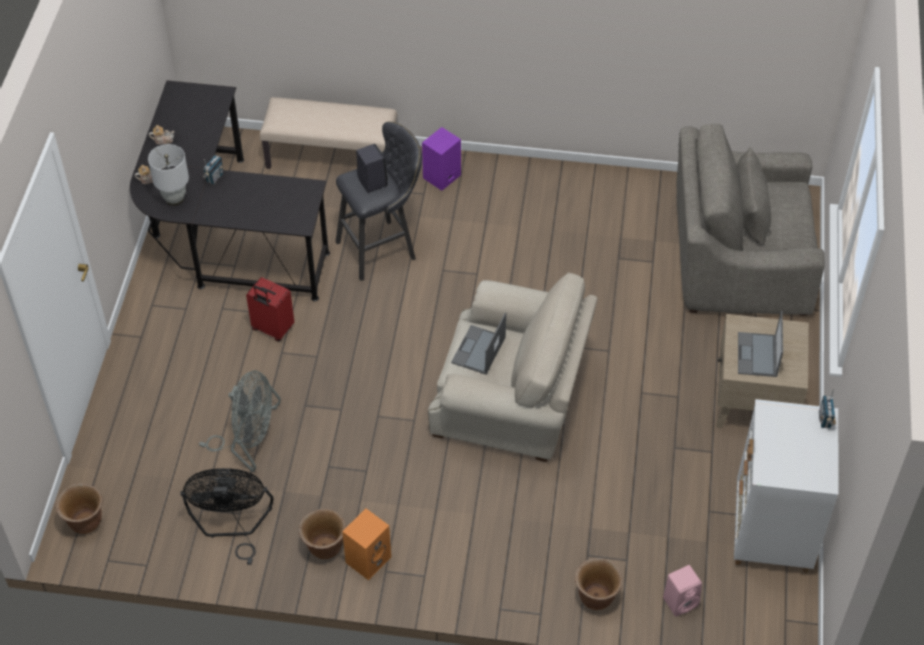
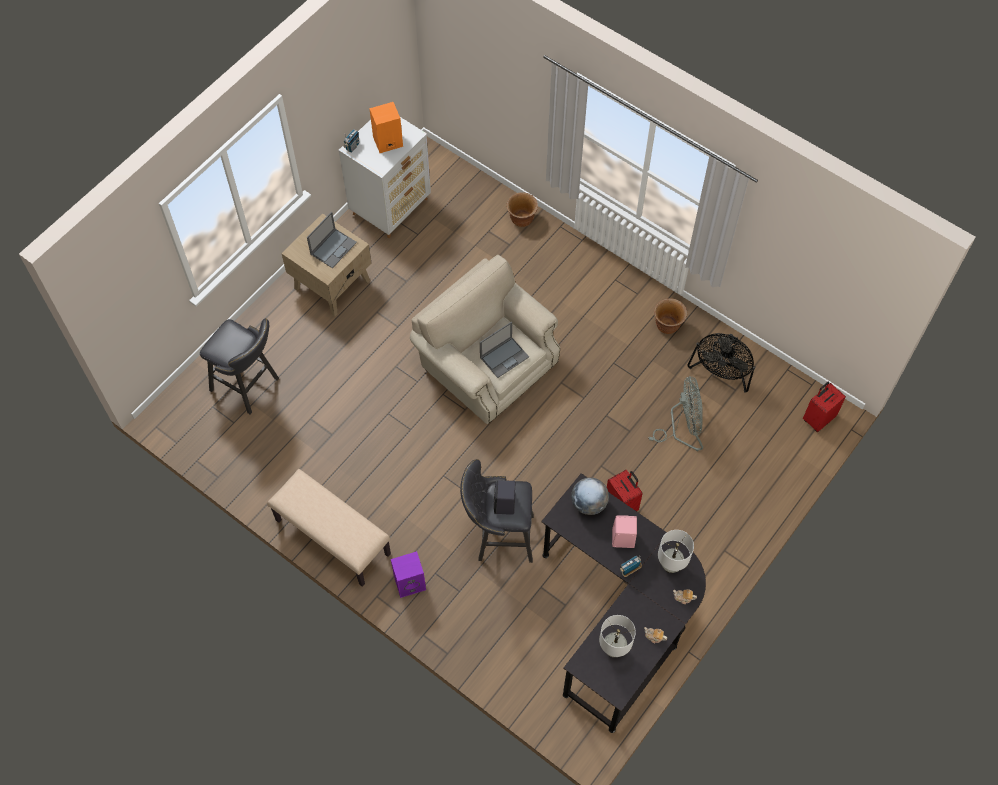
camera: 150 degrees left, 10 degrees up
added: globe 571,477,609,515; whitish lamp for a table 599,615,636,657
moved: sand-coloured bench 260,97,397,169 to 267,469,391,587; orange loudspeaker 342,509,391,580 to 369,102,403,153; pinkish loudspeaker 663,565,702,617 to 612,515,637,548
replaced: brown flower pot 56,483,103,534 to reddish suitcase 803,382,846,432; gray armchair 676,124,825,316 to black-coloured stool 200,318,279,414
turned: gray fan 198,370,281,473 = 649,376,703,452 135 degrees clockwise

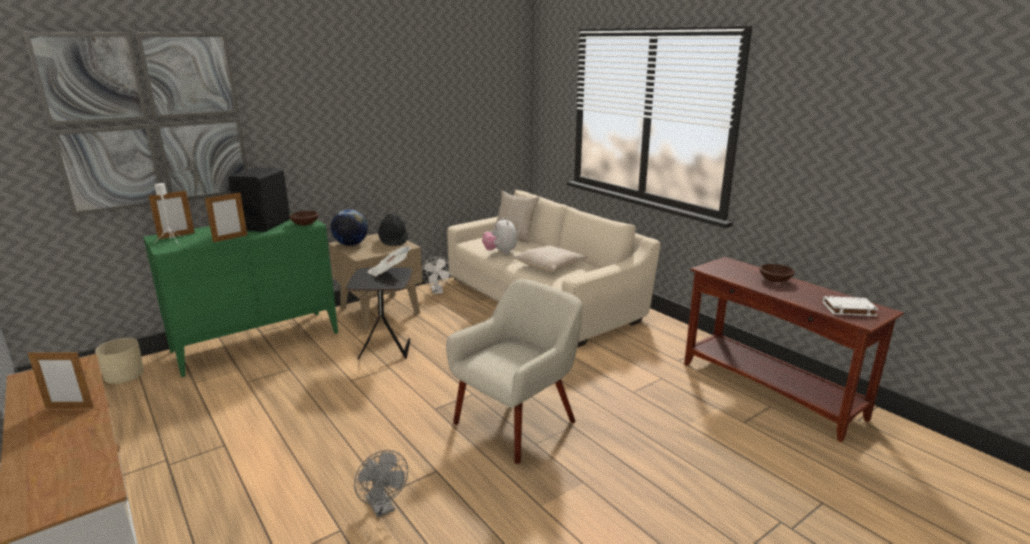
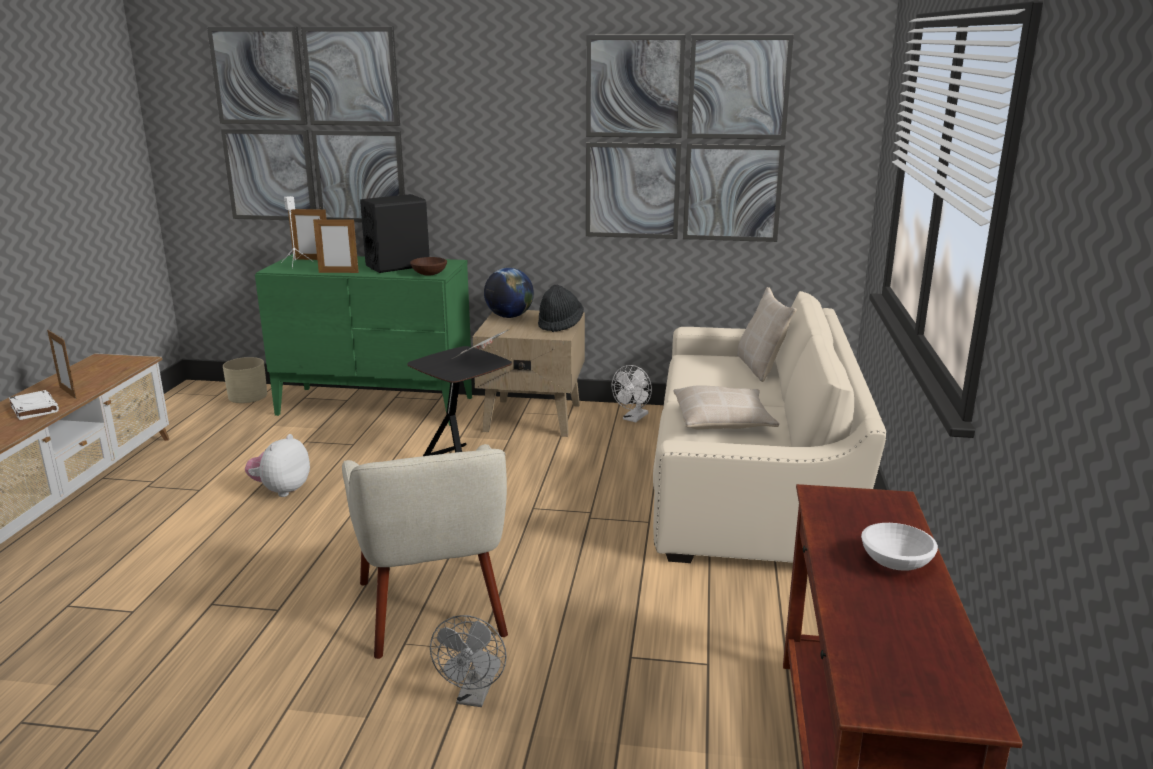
camera: 45 degrees right, 0 degrees up
added: wall picture 586,35,794,242
moved: gray fan 354,450,408,518 to 430,615,507,707; plush toy 482,217,517,254 to 245,434,310,497; whitish bound book 823,296,878,316 to 9,390,59,420
recoloured: brown serving bowl 759,264,795,282 to whitish serving bowl 861,523,938,571
turned: sand-coloured armchair 446,279,582,464 = 342,444,508,659 75 degrees clockwise

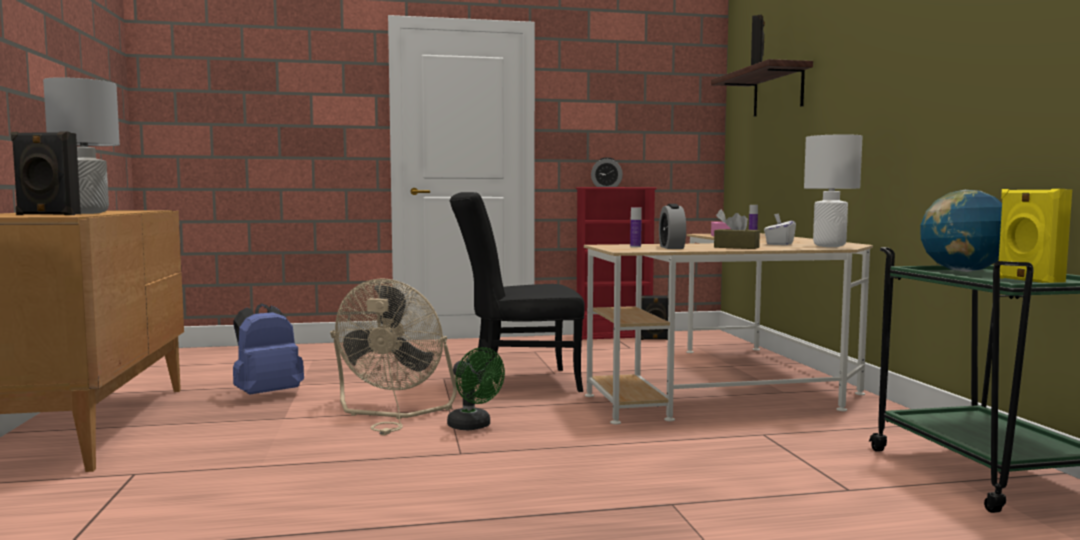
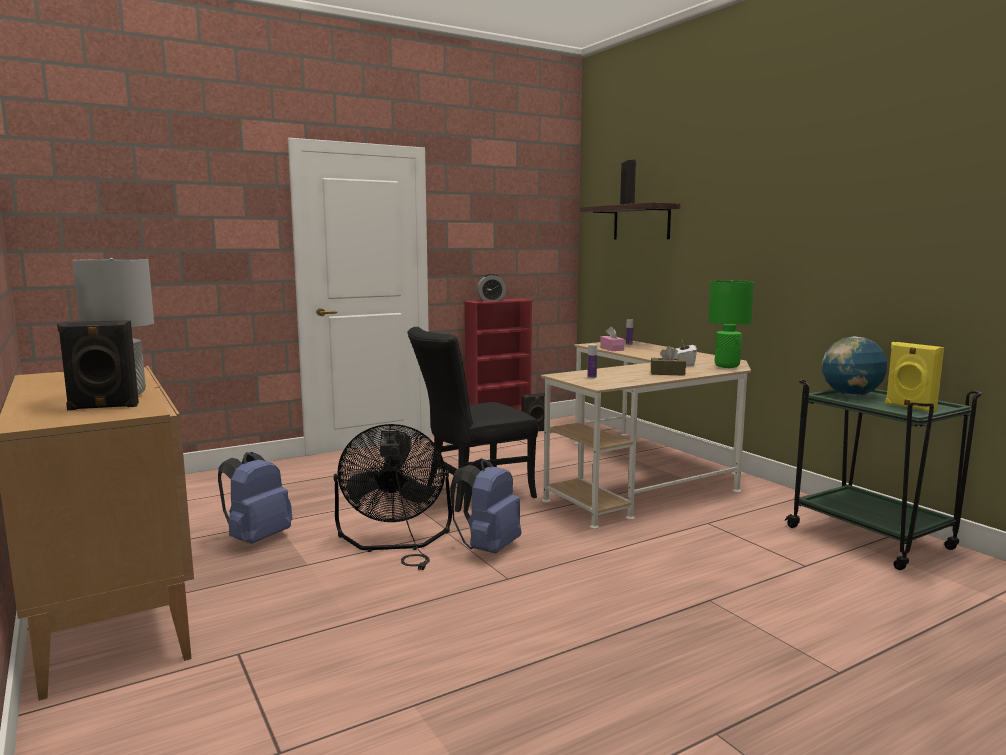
camera: 20 degrees left, 5 degrees up
removed: bedside clock 659,204,686,249
replaced: greenish fan 447,347,505,430 to blue knapsack 450,458,521,554
recoloured: sand-coloured fan 330,279,457,435 to black-coloured fan 334,424,452,570; whitish lamp for a table 804,134,863,247 to greenish lamp for a table 708,280,754,368

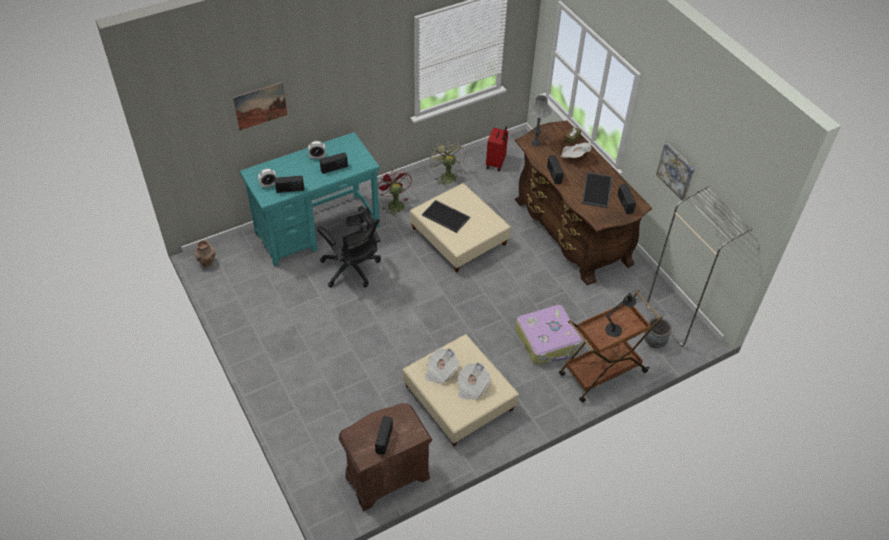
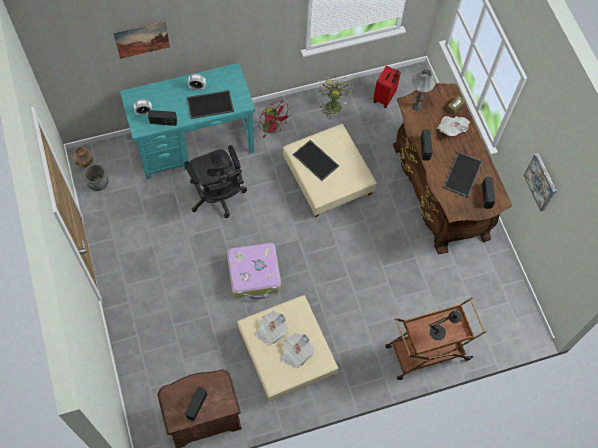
camera: 10 degrees right, 15 degrees up
removed: gray garment stand 646,186,752,347
moved: suitcase 515,305,582,365 to 227,243,281,299; gray flower pot 644,317,672,348 to 84,164,109,191
replaced: radio receiver 320,153,348,174 to carrying tray 187,90,234,119
turned: reddish fan 378,168,412,215 = 259,100,291,138 150 degrees clockwise

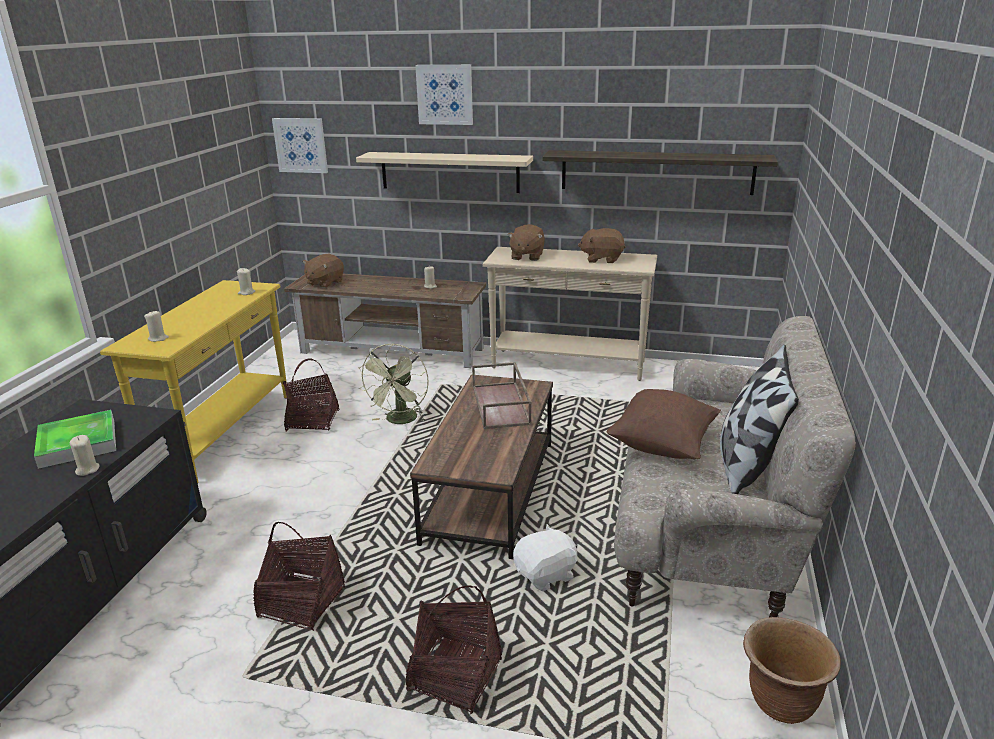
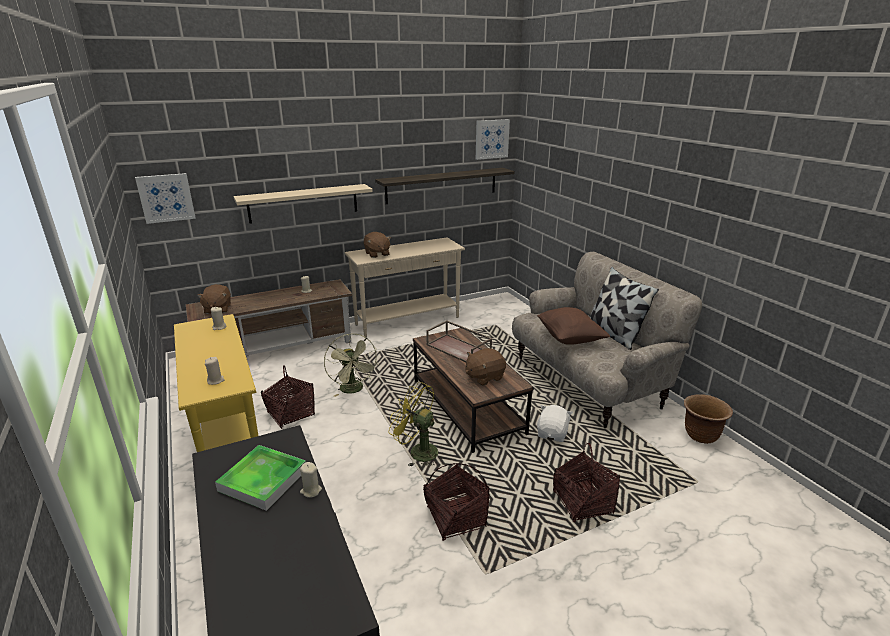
camera: 40 degrees left, 0 degrees up
added: yellow fan 389,382,439,468
moved: wall picture 415,65,473,125 to 476,119,510,160; brown plush toy 578,228,625,263 to 465,348,506,386

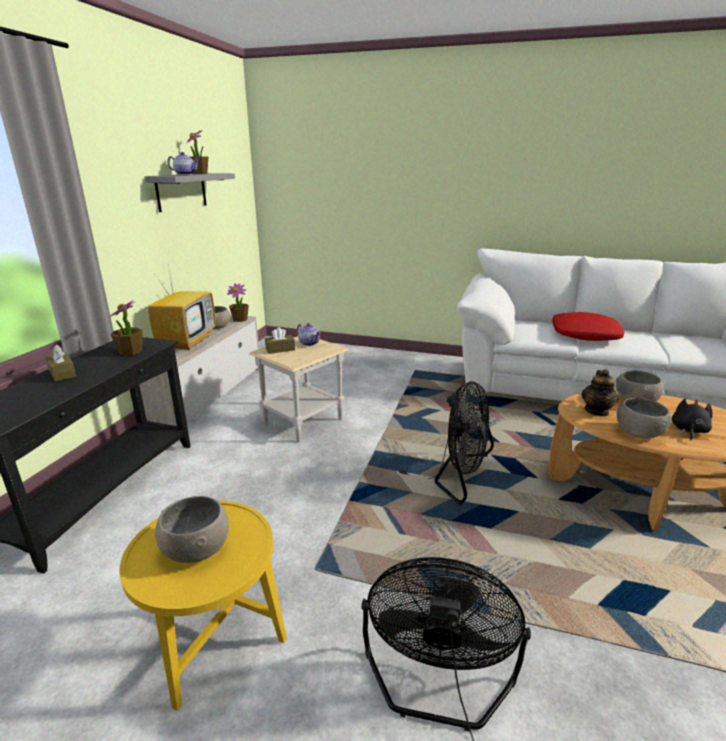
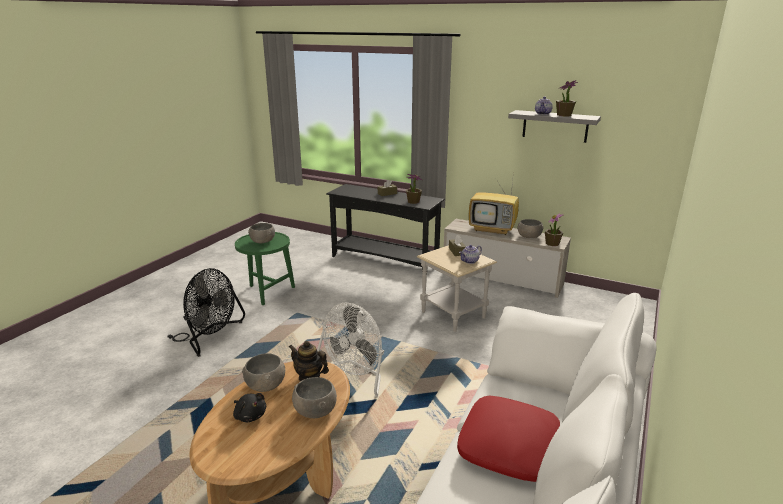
camera: 100 degrees right, 0 degrees up
recoloured: yellow side table 120,501,287,711 to greenish side table 235,232,295,305; black-coloured fan 398,381,494,506 to whitish fan 317,303,384,397

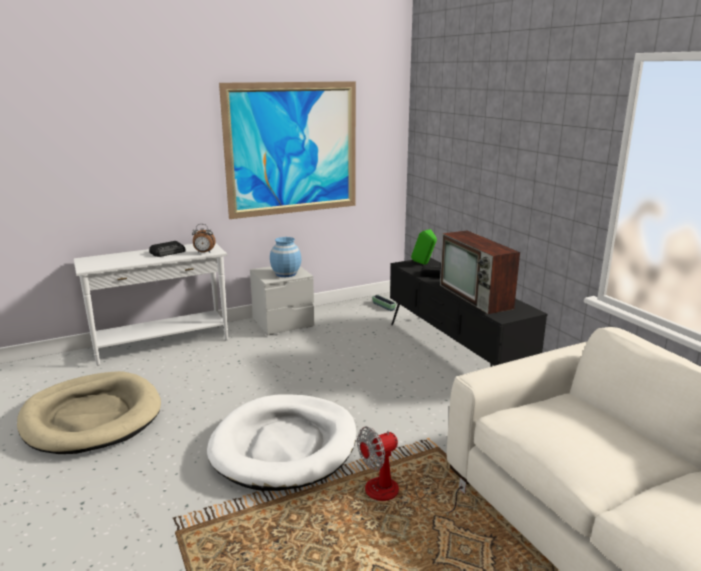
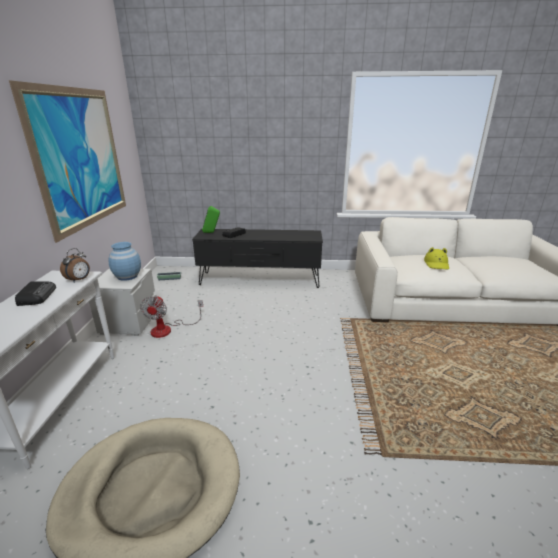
camera: 60 degrees left, 5 degrees up
removed: whitish pet bed 207,394,356,491; television 440,230,520,314
added: yellow wearable hat 424,247,449,269
moved: fan 357,426,466,513 to 140,296,203,338

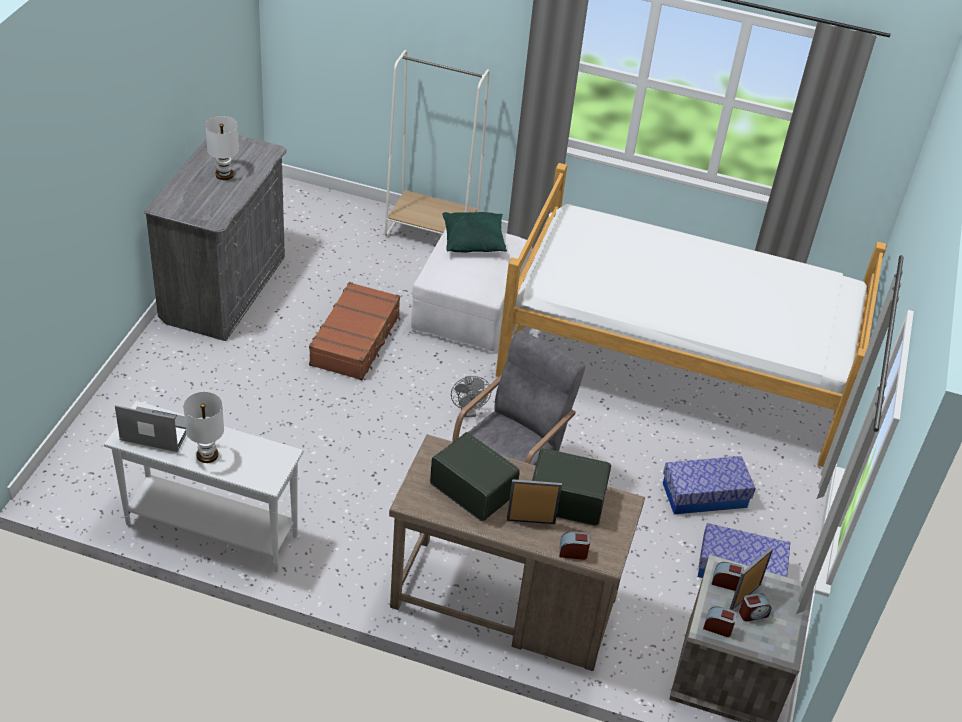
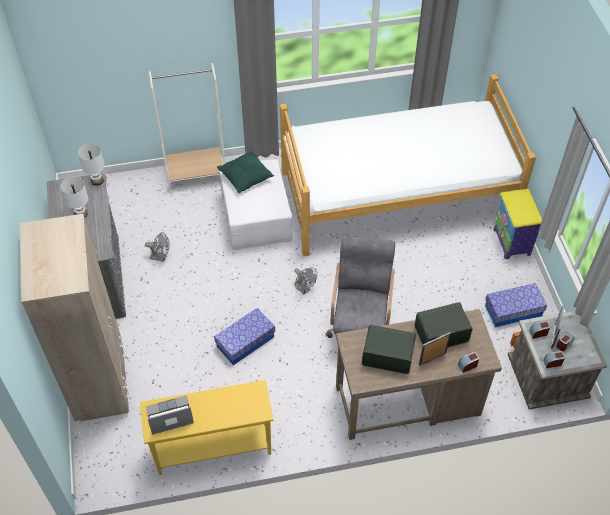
camera: 25 degrees left, 10 degrees up
removed: brown suitcase 309,282,401,380
added: sand-coloured wardrobe 20,214,129,421; gray fan 145,232,170,262; night table 494,189,542,259
moved: whitish lamp for a table 183,392,224,463 to 78,143,105,186; storage bin 663,456,756,514 to 214,308,275,365
recoloured: whitish narrow table 104,401,304,572 to yellow narrow table 140,380,274,475

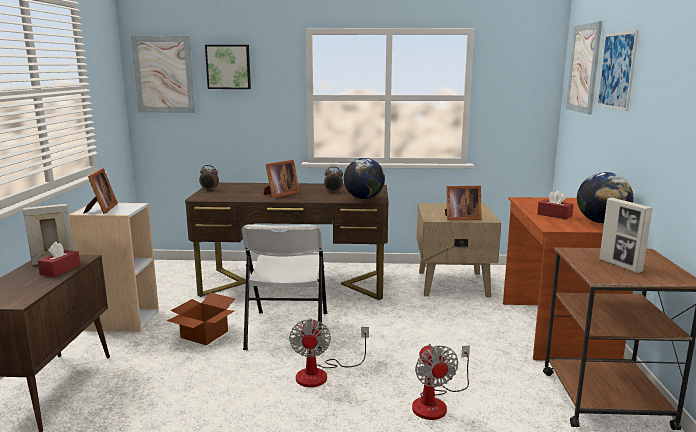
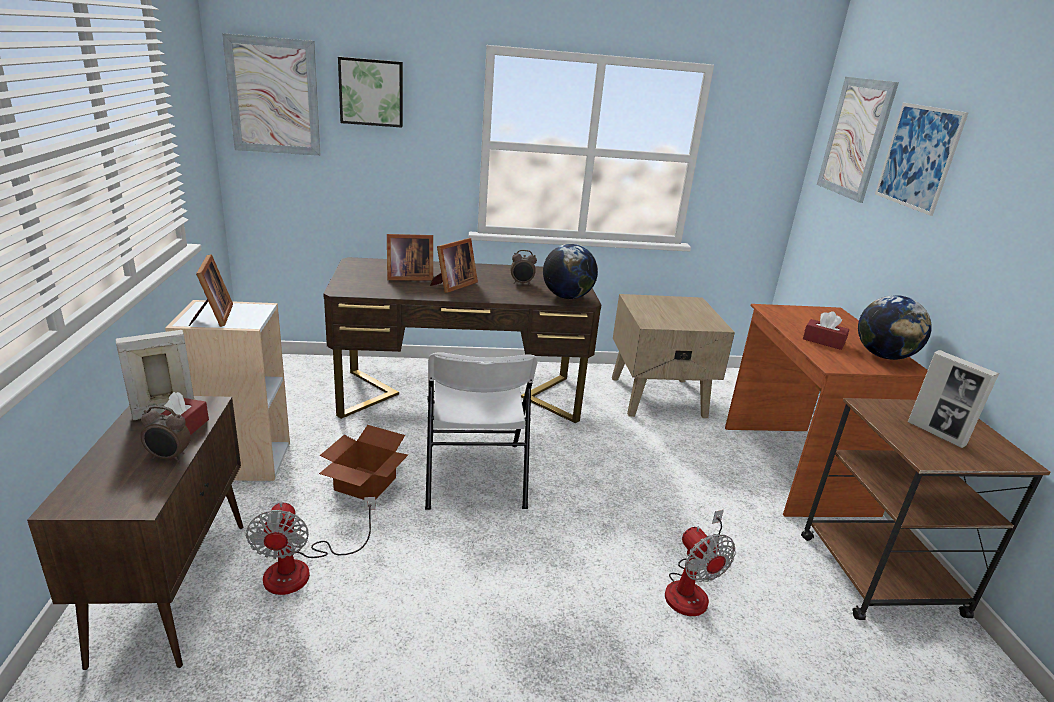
camera: 10 degrees left, 10 degrees up
moved: bedside clock 199,165,219,191 to 140,406,190,462; fan 289,318,369,387 to 246,497,376,595; picture frame 445,186,481,220 to 387,234,433,281

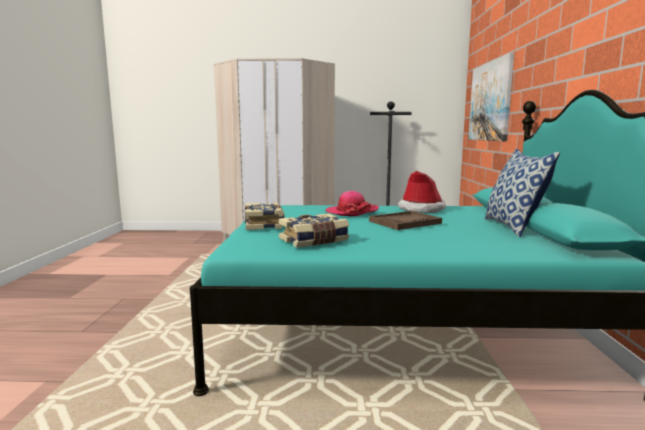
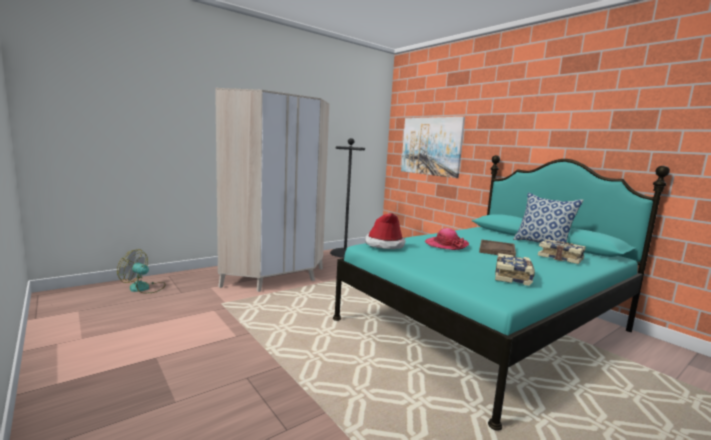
camera: 40 degrees left, 0 degrees up
added: fan 117,249,166,293
moved: bound book 245,202,285,230 to 538,239,586,264; wearable hat 398,171,445,213 to 365,213,406,249

